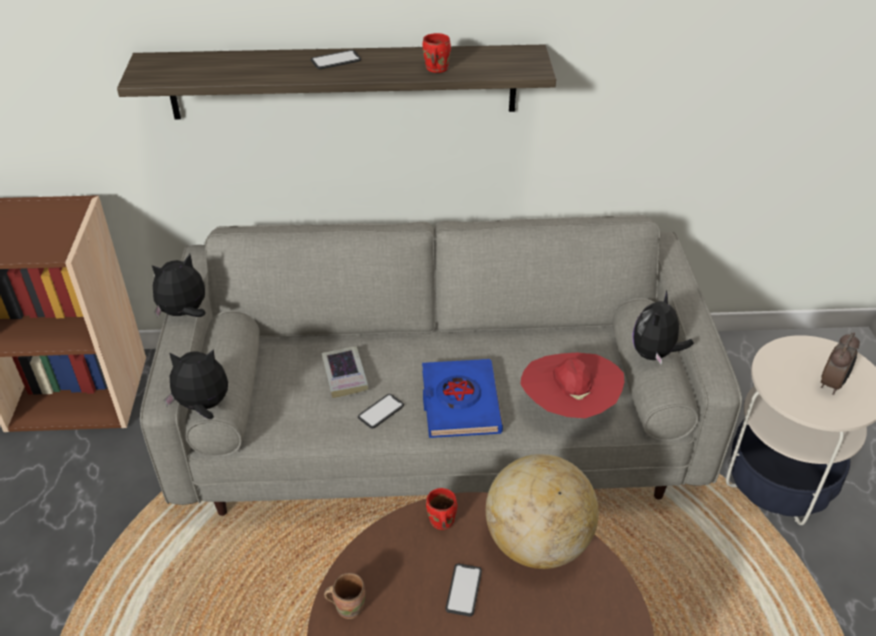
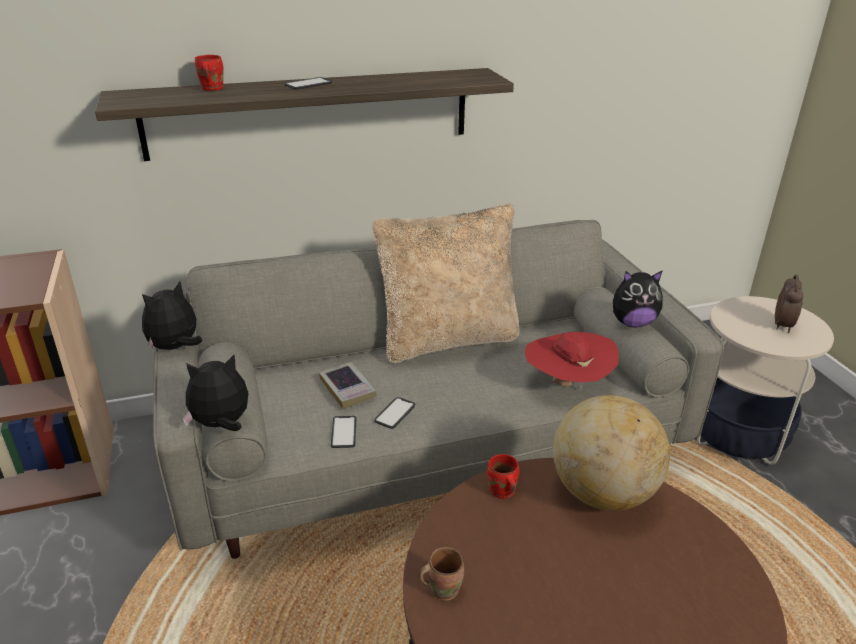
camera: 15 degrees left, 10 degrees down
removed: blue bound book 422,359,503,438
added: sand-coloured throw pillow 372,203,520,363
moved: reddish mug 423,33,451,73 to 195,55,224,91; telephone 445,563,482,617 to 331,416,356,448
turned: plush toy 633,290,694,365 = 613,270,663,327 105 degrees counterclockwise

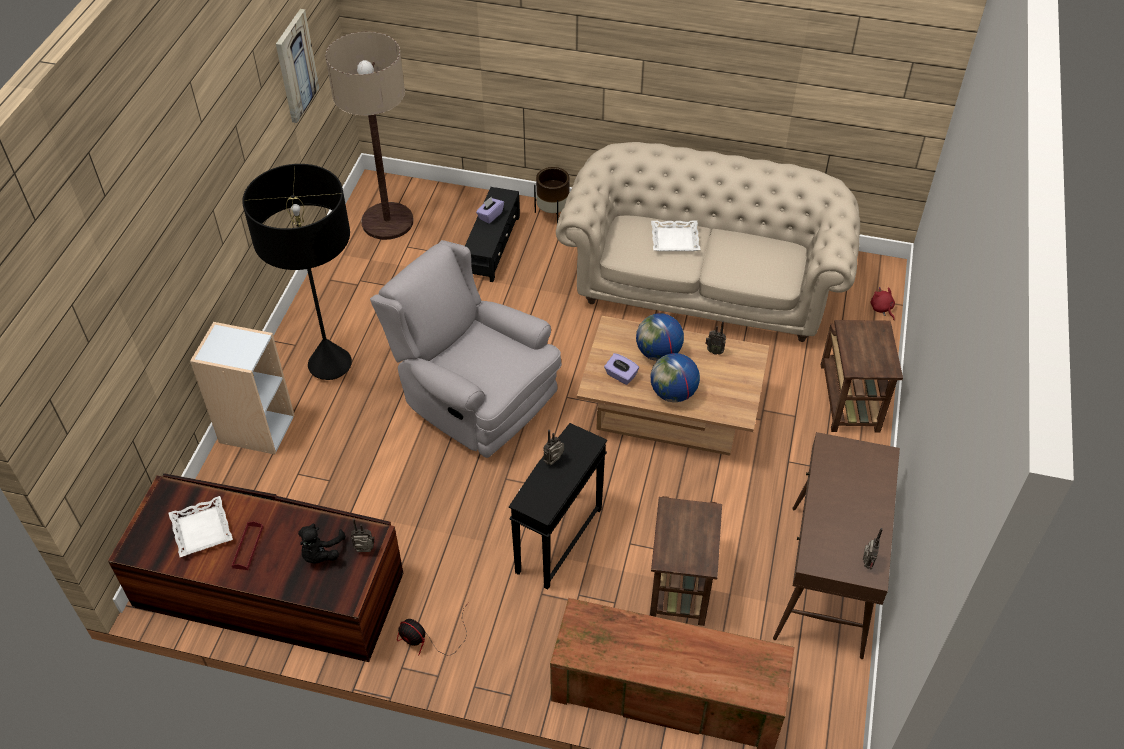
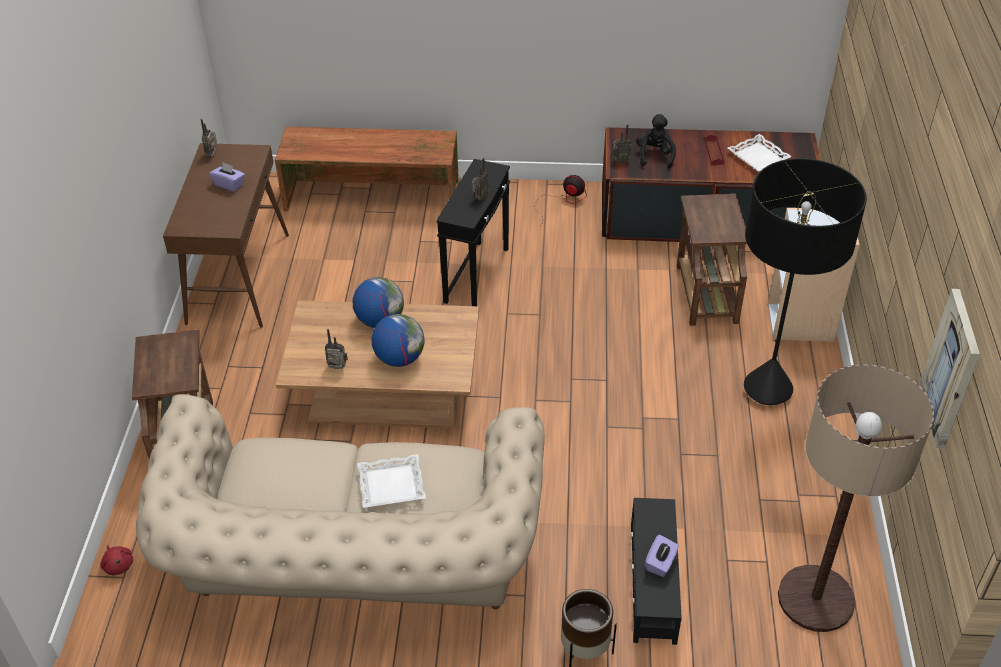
camera: 170 degrees right, 5 degrees down
removed: gray armchair 370,240,562,458
moved: purple-coloured tissue box 604,353,639,385 to 209,163,245,192; brown side table 650,496,722,626 to 677,194,747,326

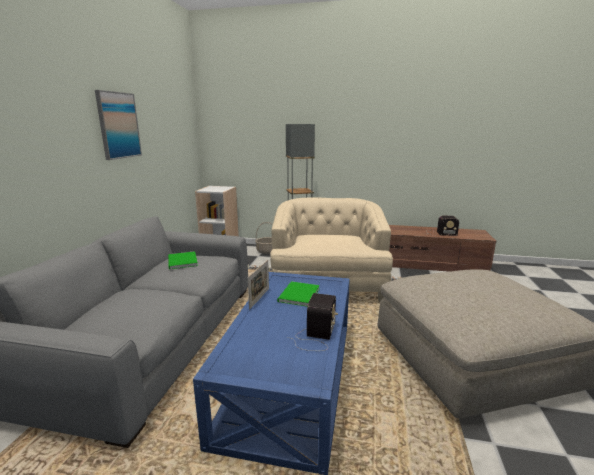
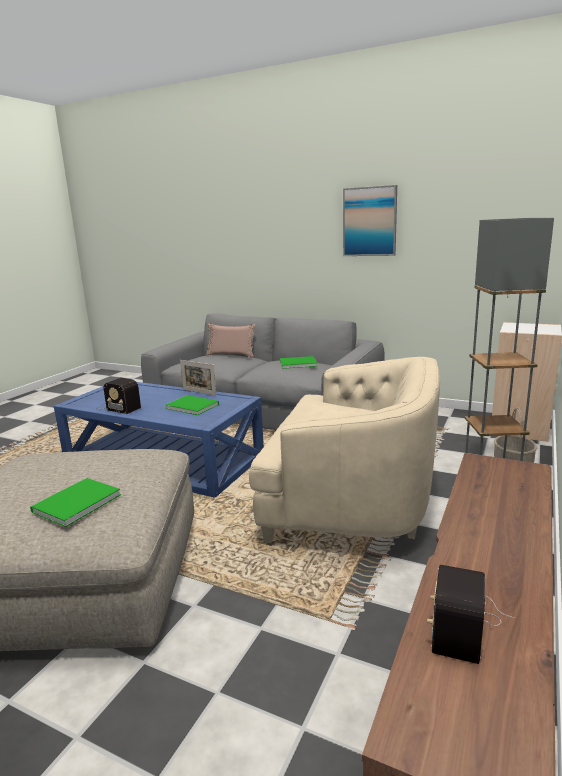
camera: 105 degrees right, 0 degrees up
added: greenish bound book 30,478,121,527; sand-coloured throw pillow 206,324,256,358

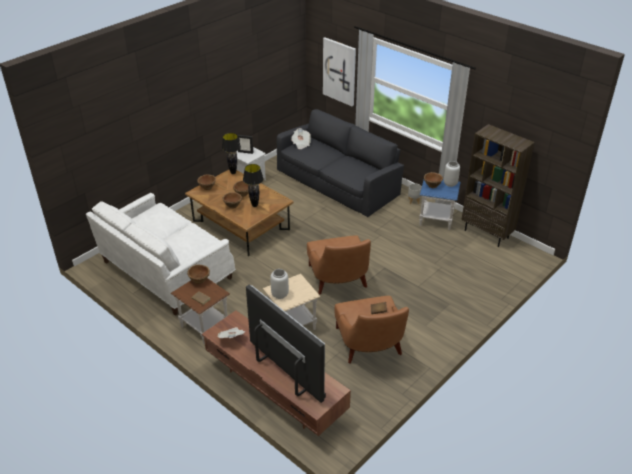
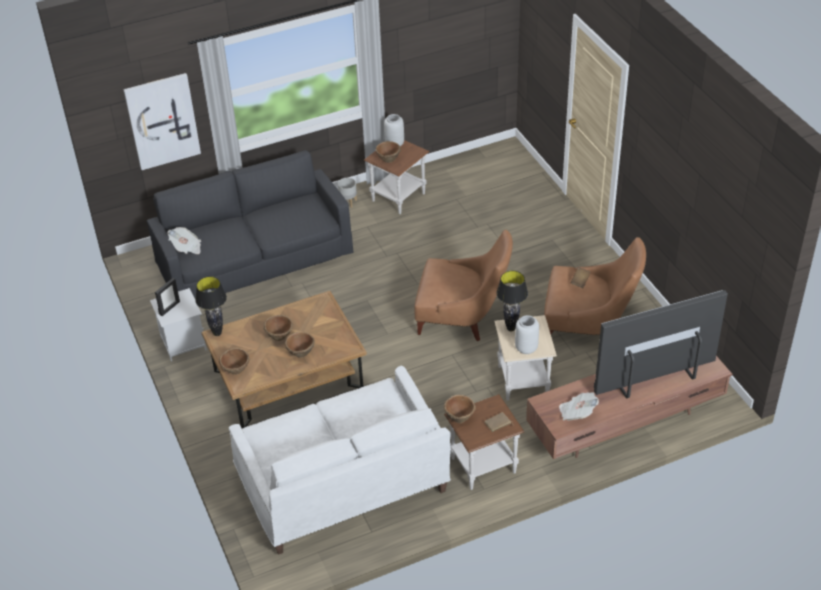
camera: 65 degrees left, 5 degrees up
removed: brown shelving unit 461,124,535,247
moved: black-coloured lamp for a table 243,164,264,207 to 496,271,528,331
recoloured: blue side table 419,179,461,230 to brown side table 364,140,429,214

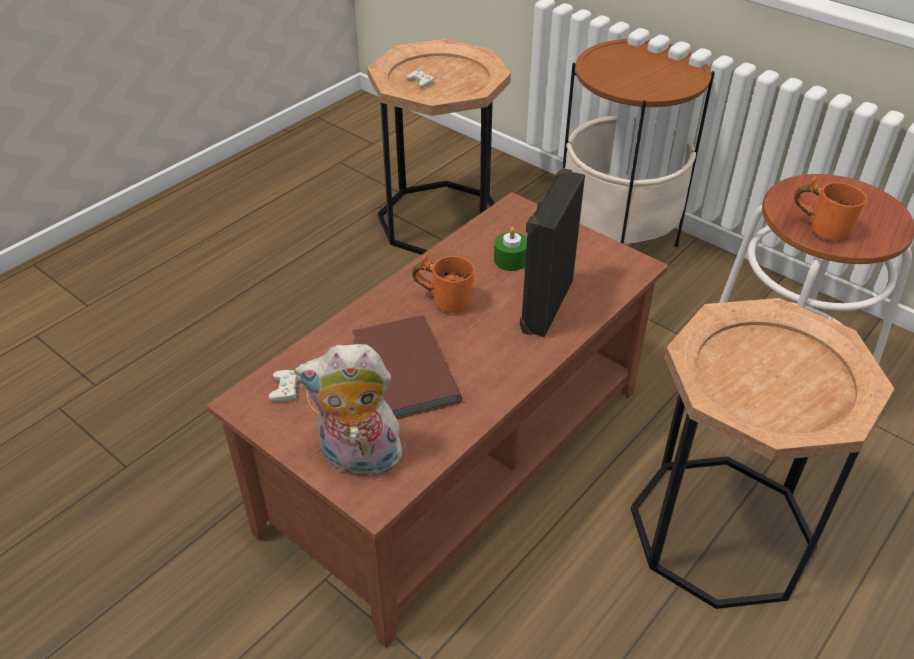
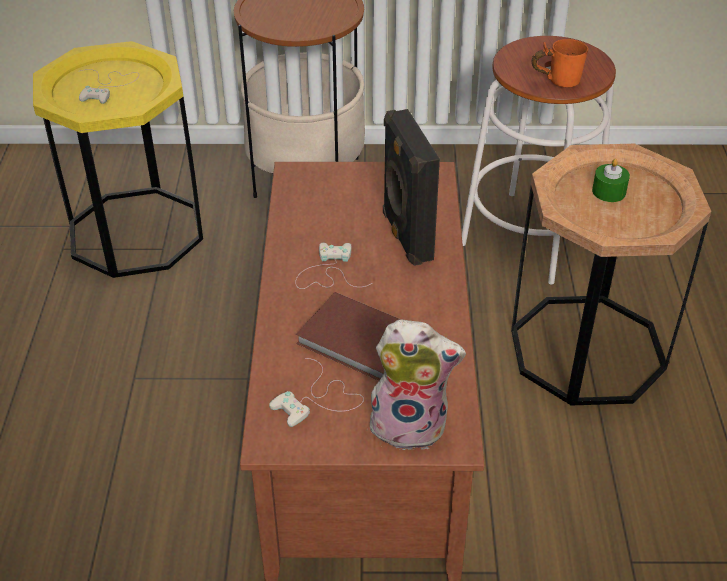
camera: 40 degrees left, 0 degrees up
moved: greenish wax candle 494,227,527,271 to 592,159,630,202
replaced: orange mug 412,254,474,313 to whitish joypad 295,243,372,289
recoloured: brown side table 367,39,511,255 to yellow side table 33,41,203,278
turned: plush toy 295,344,405,481 = 370,319,466,450 135 degrees counterclockwise

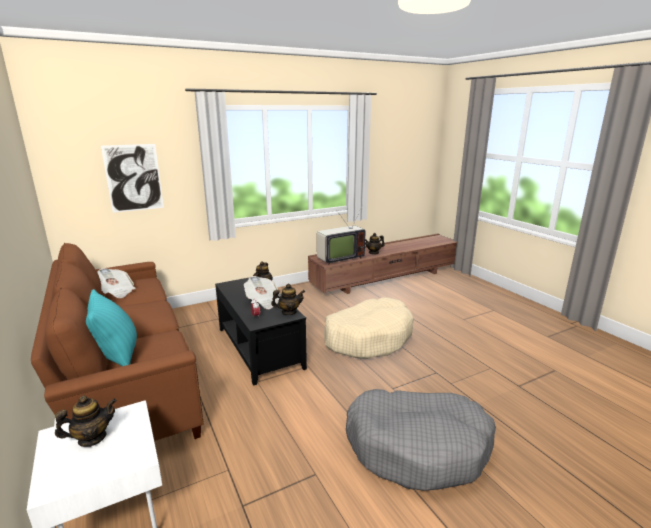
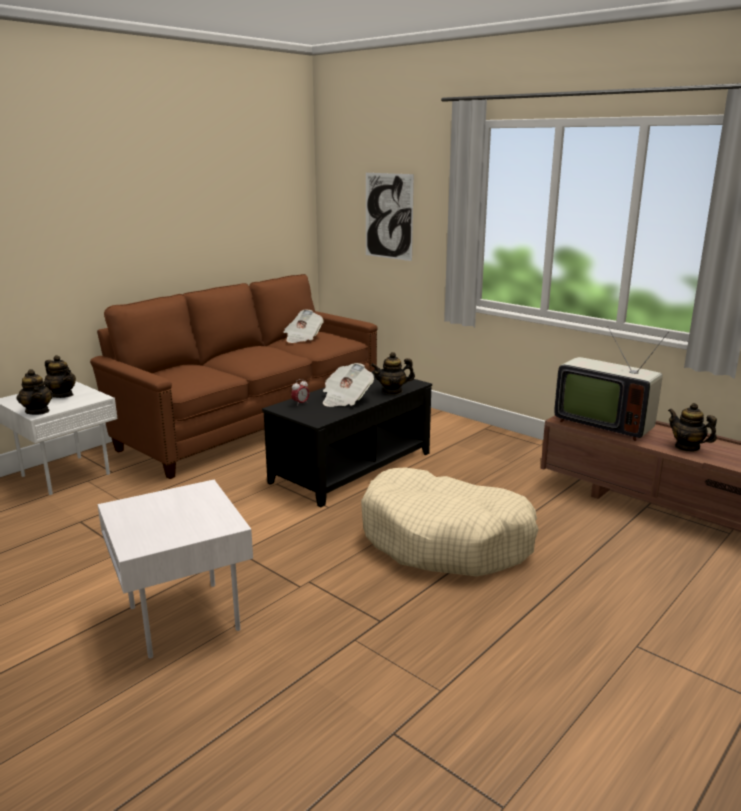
camera: 70 degrees right, 0 degrees up
removed: turquoise throw pillow 86,289,137,366
moved: pot for tea 271,284,305,315 to 17,369,53,415
replaced: gray pet bed 346,389,496,490 to whitish side table 98,480,253,658

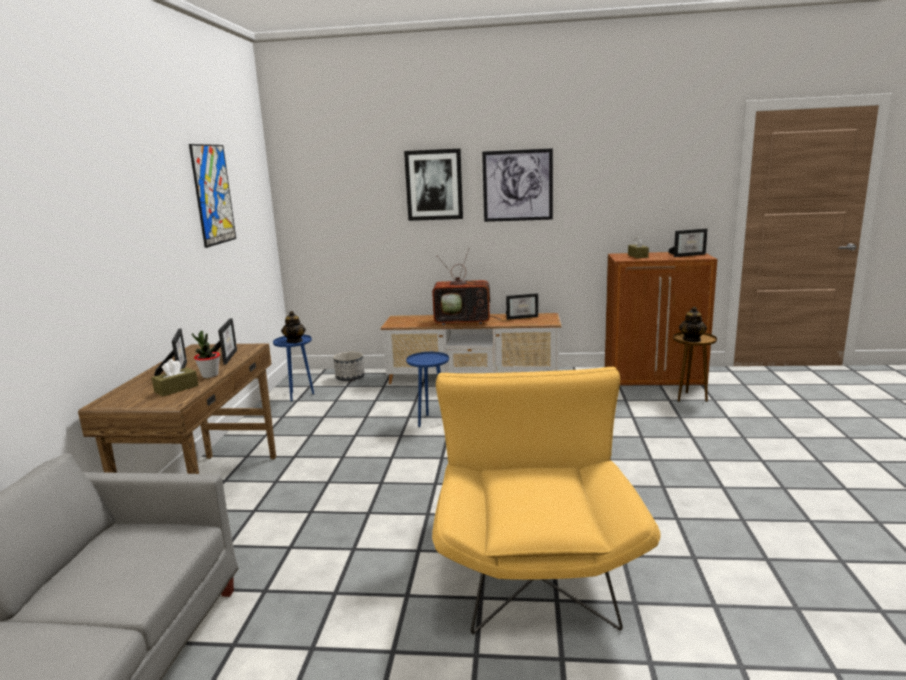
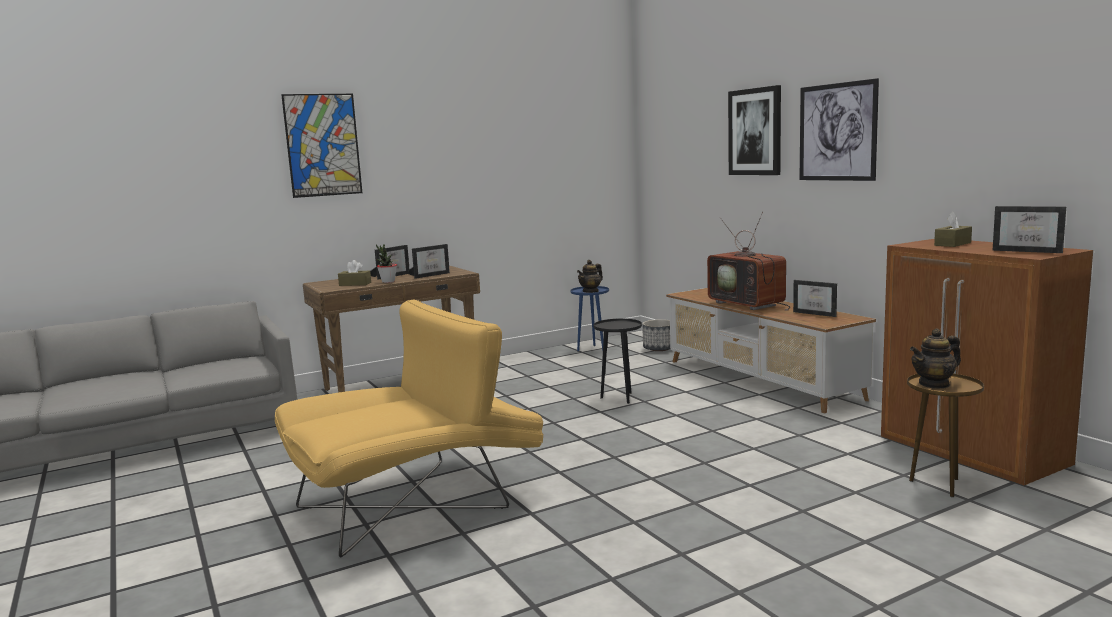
camera: 55 degrees right, 5 degrees down
moved: wall picture 189,144,236,248 to 281,94,362,198
recoloured: blue side table 406,352,449,427 to black-coloured side table 593,318,642,404

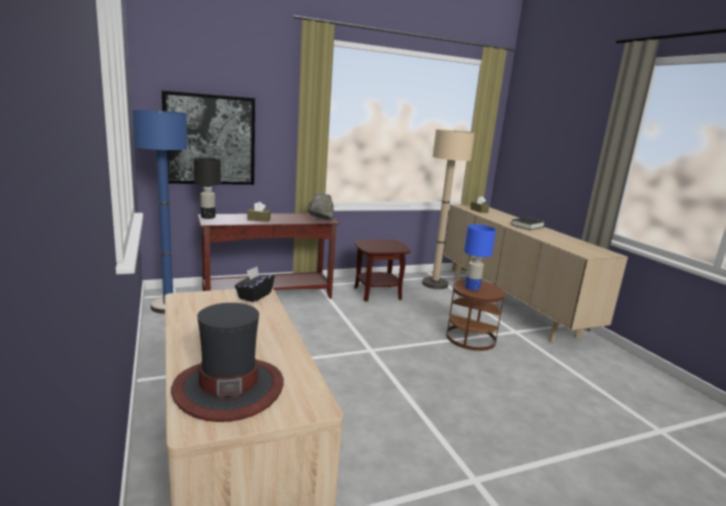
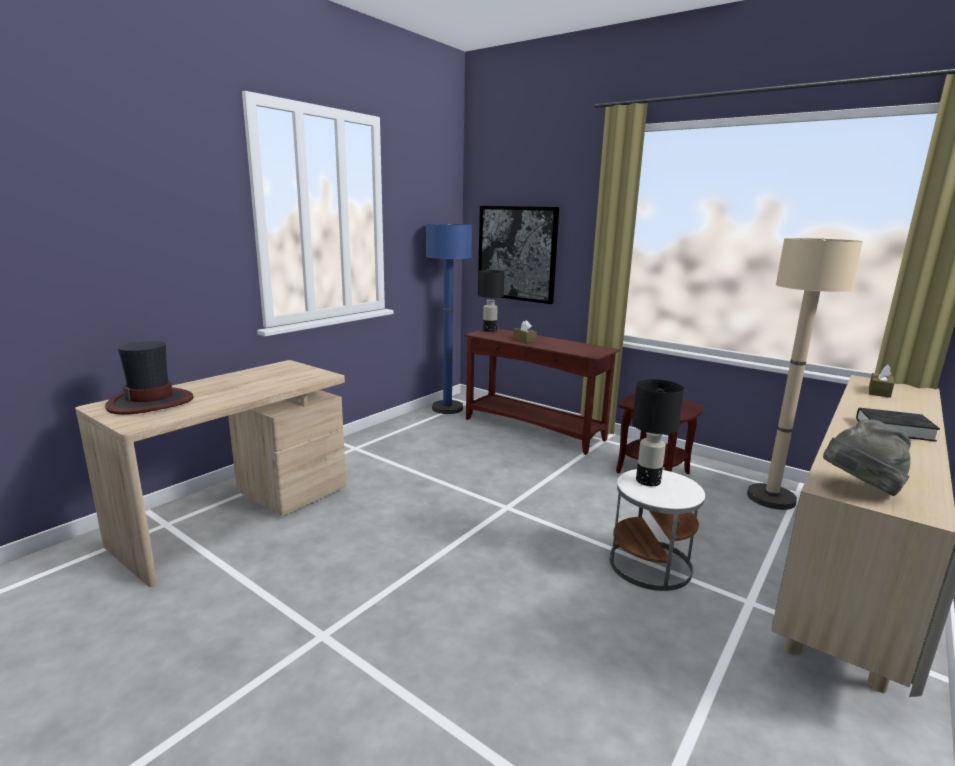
camera: 60 degrees right, 0 degrees up
removed: black-coloured tissue box 235,267,275,302
moved: gray wearable hat 308,193,334,219 to 823,419,911,496
recoloured: brown side table 446,280,505,351 to whitish side table 610,469,705,591; blue lamp for a table 464,224,496,291 to black-coloured lamp for a table 632,379,684,486

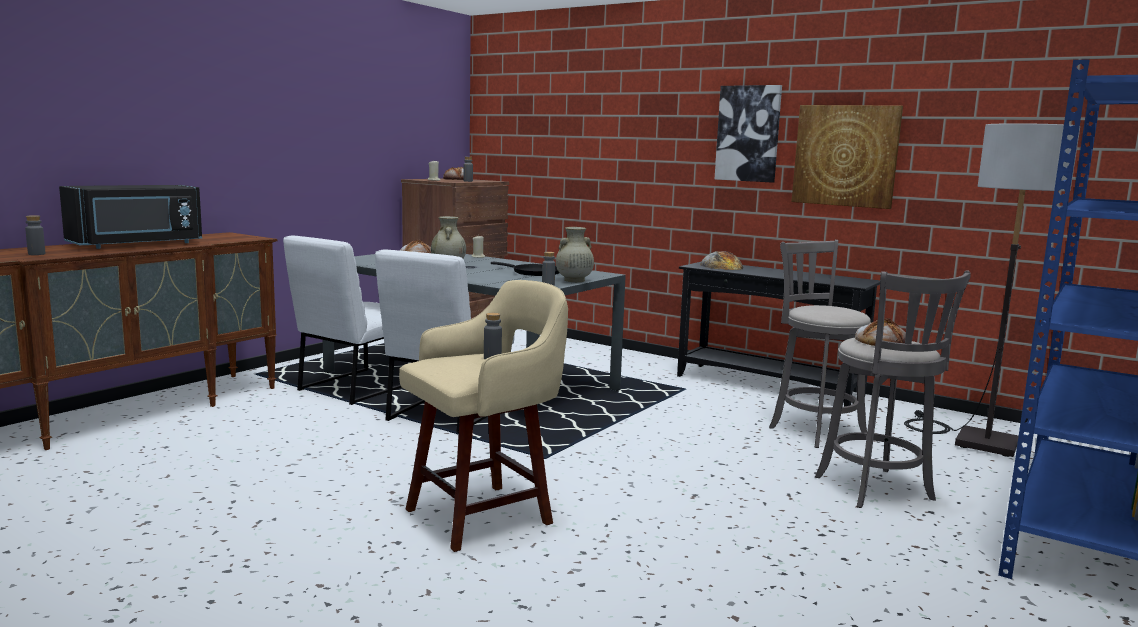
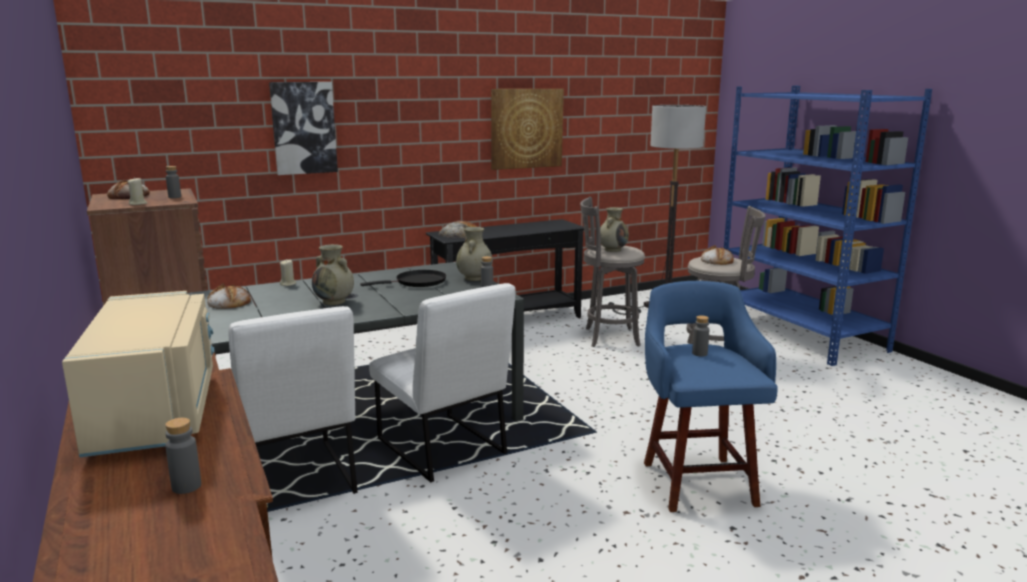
camera: 60 degrees left, 5 degrees up
added: sand-coloured vase 600,207,629,252
moved: wall picture 715,85,782,183 to 269,82,338,175
recoloured: black-coloured microwave 59,185,202,249 to sand-coloured microwave 62,291,214,458; sand-coloured stool 399,280,568,552 to blue stool 644,281,778,512

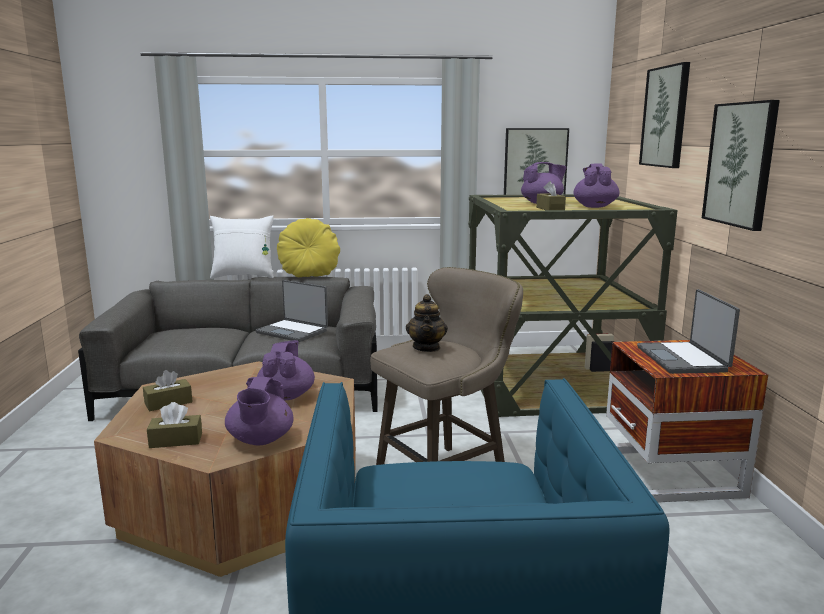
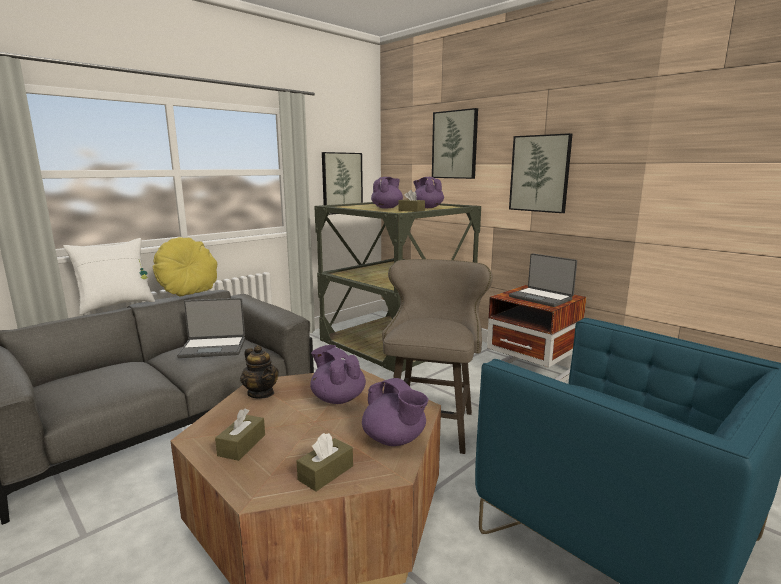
camera: 40 degrees left, 0 degrees up
moved: pot for tea 406,294,448,352 to 240,345,279,399

